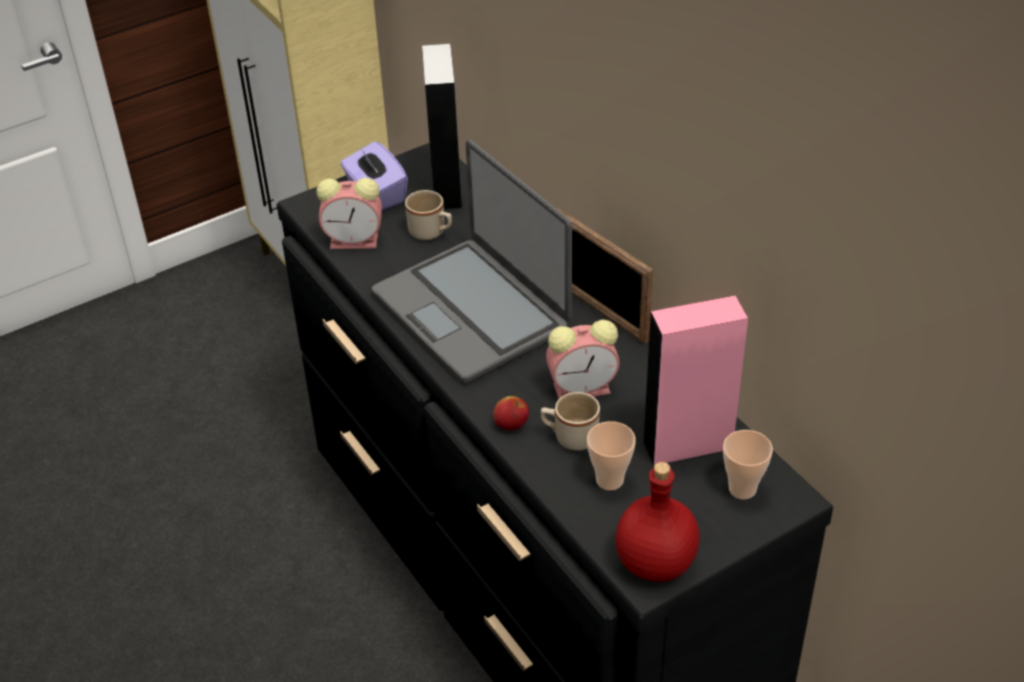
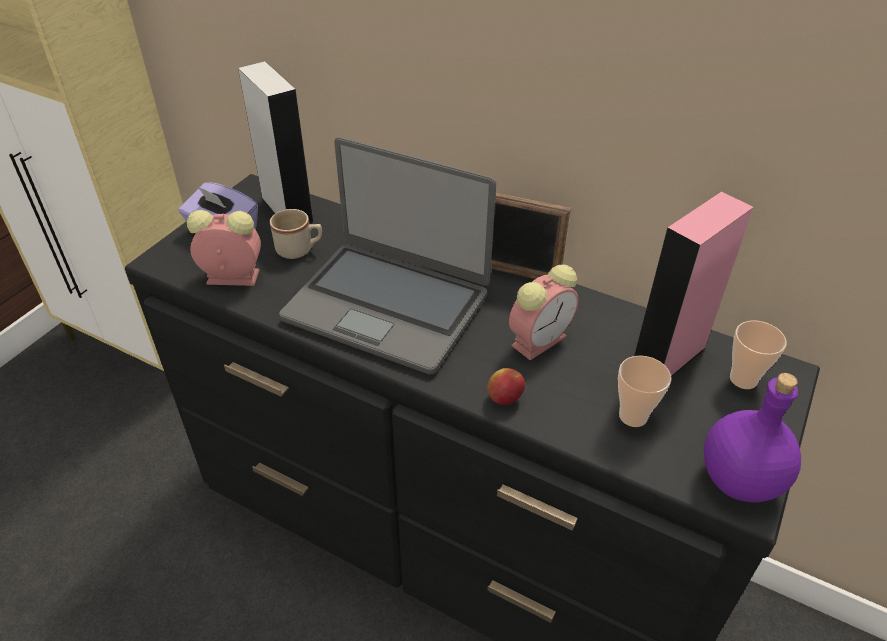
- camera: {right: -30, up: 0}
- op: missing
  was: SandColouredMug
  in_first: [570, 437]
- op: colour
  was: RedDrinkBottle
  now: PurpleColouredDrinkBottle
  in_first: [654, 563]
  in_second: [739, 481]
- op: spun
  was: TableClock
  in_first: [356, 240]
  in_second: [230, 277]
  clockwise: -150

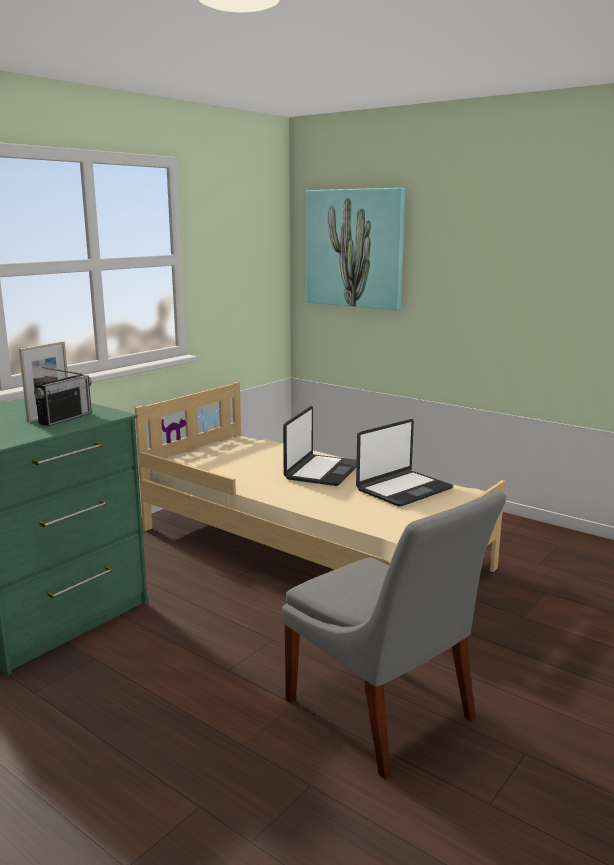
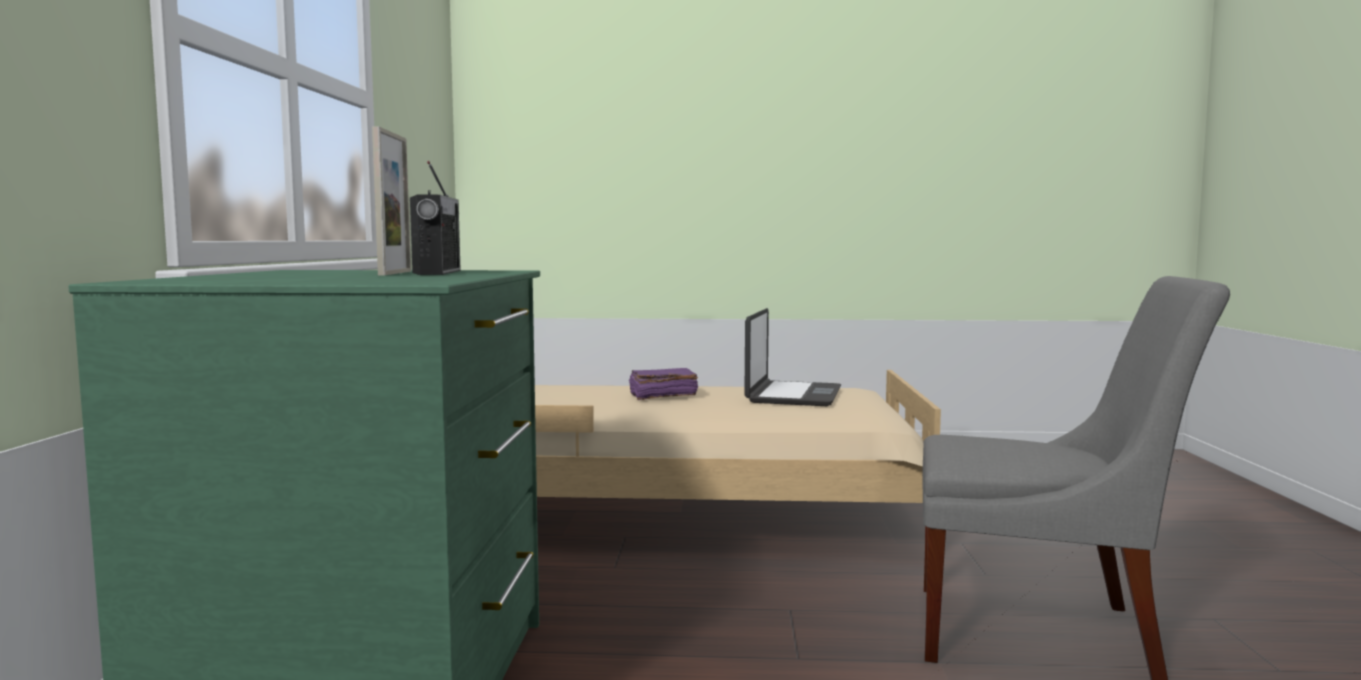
- camera: {right: -35, up: -10}
- op: missing
  was: WallPicture
  in_first: [355, 248]
- op: exchanged
  was: PortableComputer
  now: PurpleColouredBoundBook
  in_first: [322, 471]
  in_second: [662, 396]

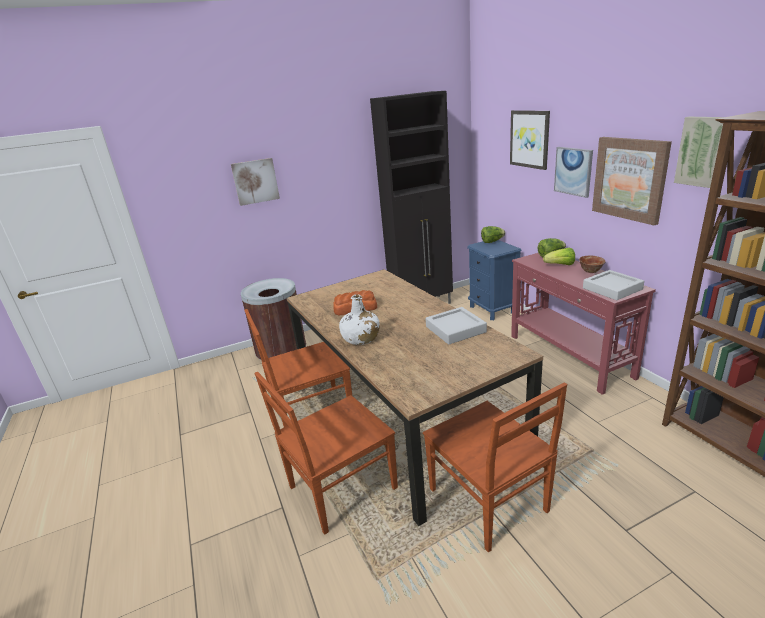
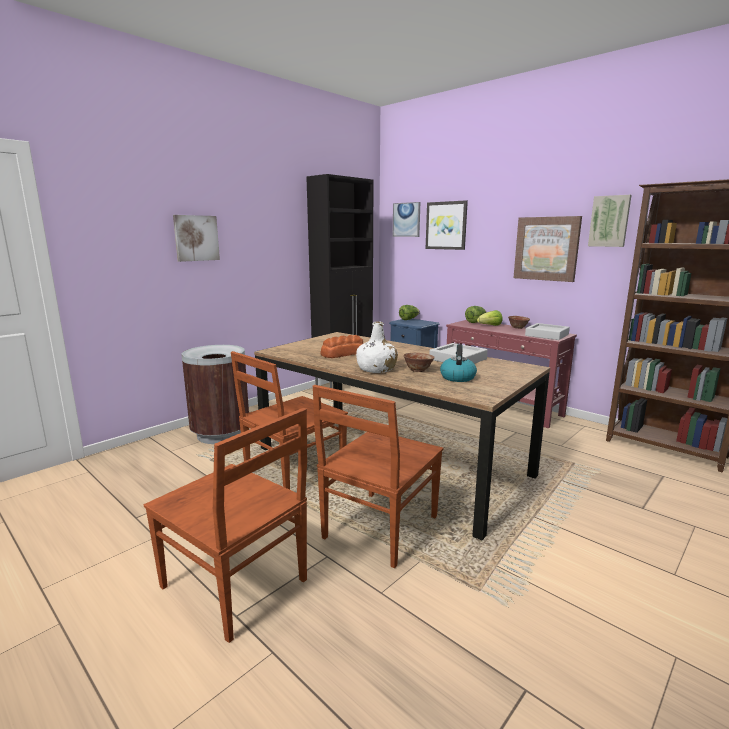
- camera: {right: -25, up: -10}
- op: appeared
  now: Bowl
  in_second: [418, 370]
- op: appeared
  now: WaterKettle
  in_second: [457, 377]
- op: relocated
  was: BrownishUprightChair
  in_first: [489, 502]
  in_second: [236, 585]
- op: relocated
  was: WallPicture
  in_first: [573, 171]
  in_second: [406, 219]

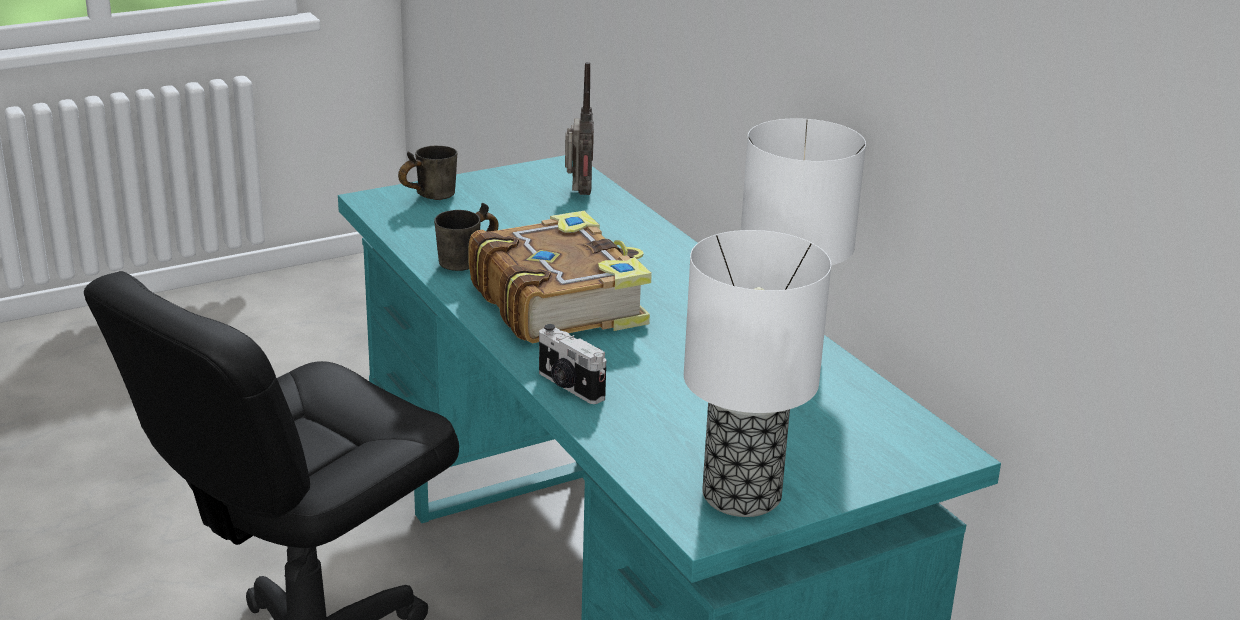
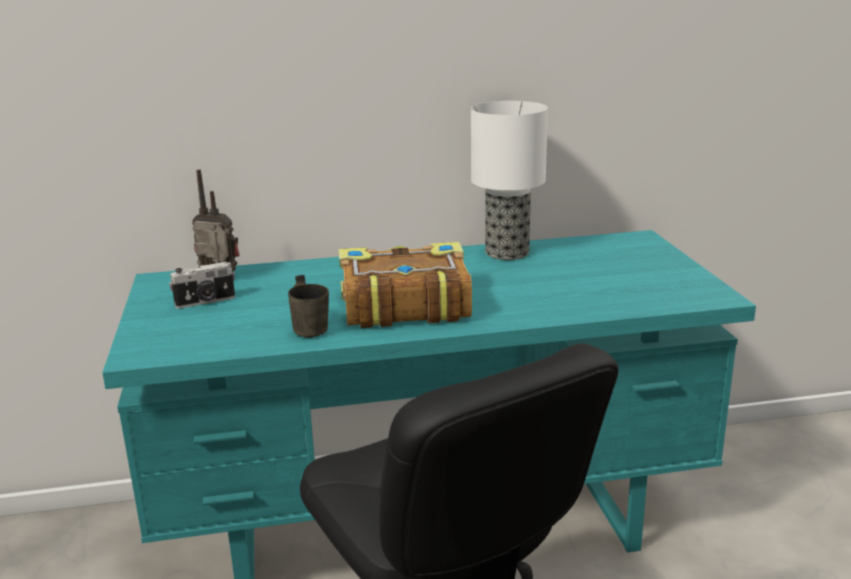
- camera: {right: -70, up: -5}
- op: missing
  was: GrayMug
  in_first: [427, 196]
- op: missing
  was: LampForATable
  in_first: [741, 494]
- op: relocated
  was: PhotoCamera
  in_first: [569, 387]
  in_second: [205, 302]

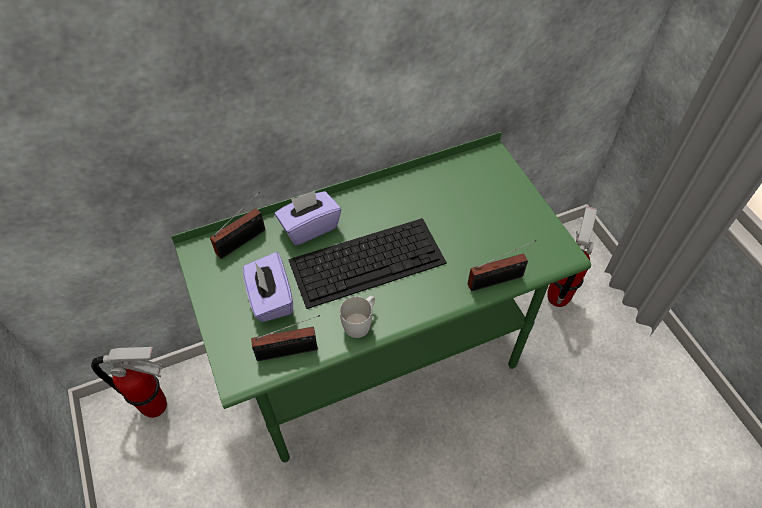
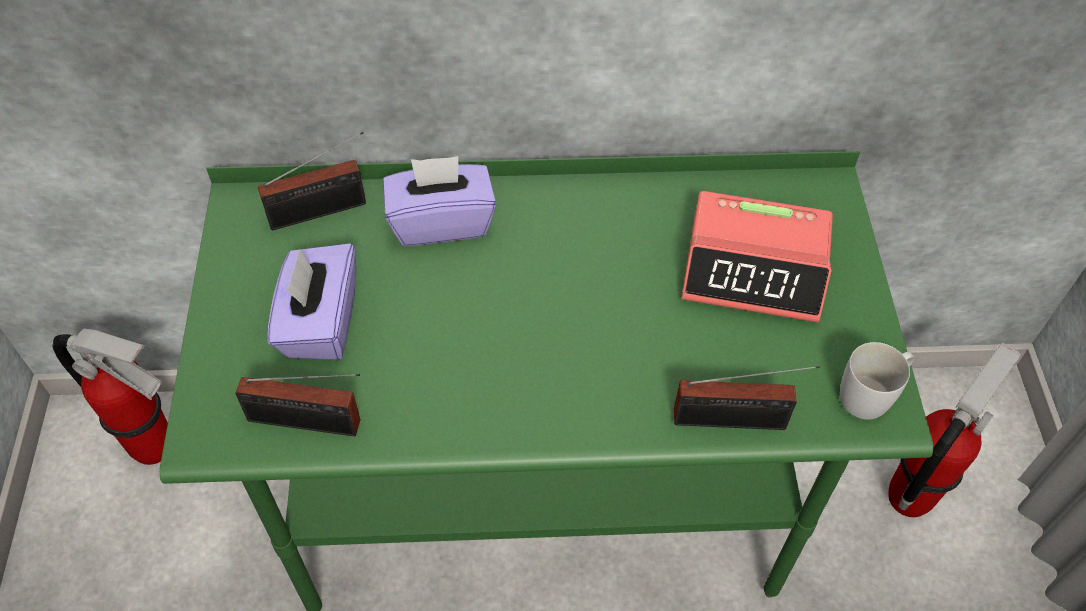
- camera: {right: 20, up: 0}
- op: missing
  was: Keyboard
  in_first: [368, 260]
- op: appeared
  now: TableClock
  in_second: [754, 269]
- op: relocated
  was: WhitishMug
  in_first: [360, 322]
  in_second: [872, 394]

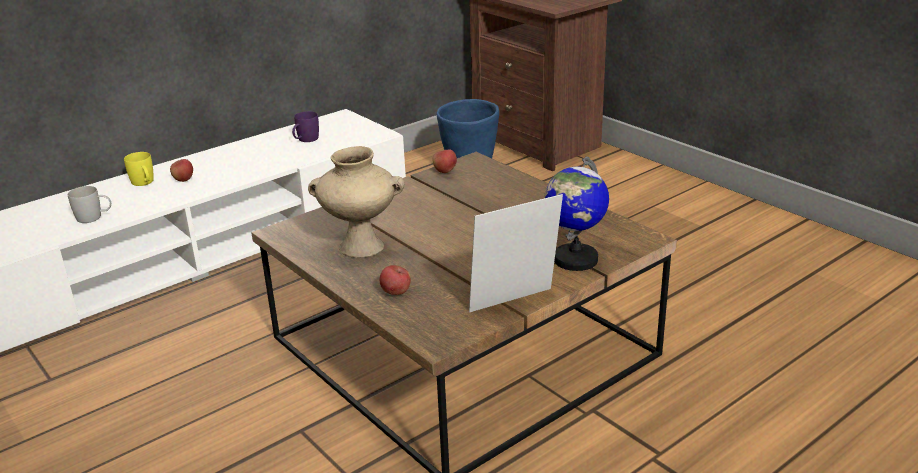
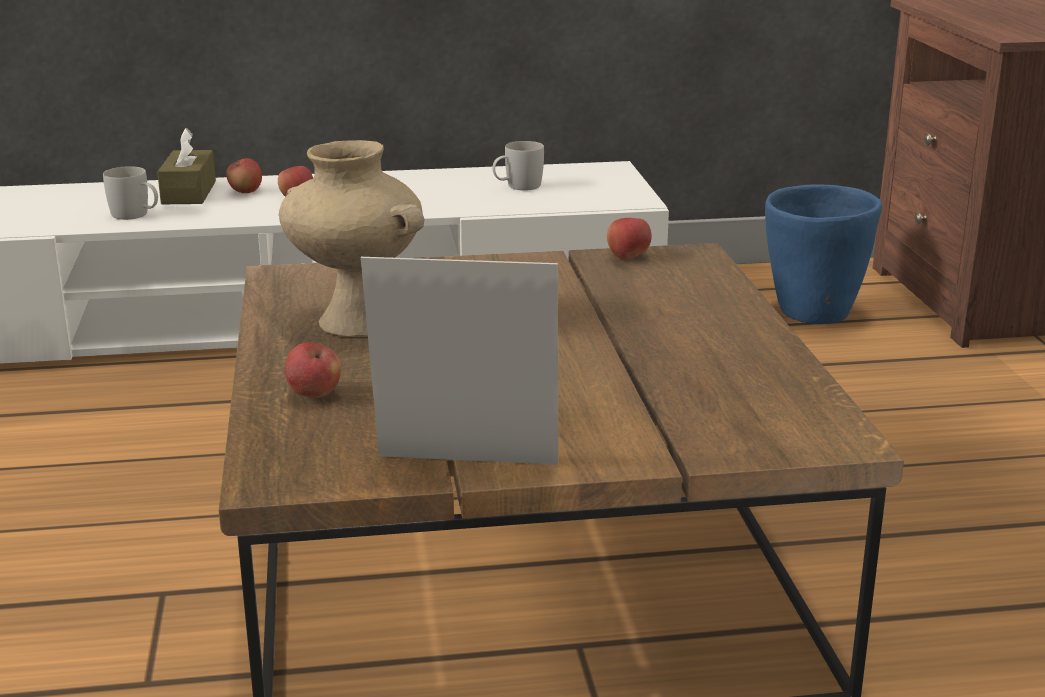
- camera: {right: 30, up: -5}
- op: missing
  was: DeskGlobe
  in_first: [574, 259]
- op: appeared
  now: BrownishBoxOfTissues
  in_second: [189, 193]
- op: exchanged
  was: YellowishMug
  now: WholeApple
  in_first: [144, 183]
  in_second: [245, 191]
- op: colour
  was: PurpleColouredMug
  now: WhitishMug
  in_first: [305, 140]
  in_second: [517, 187]

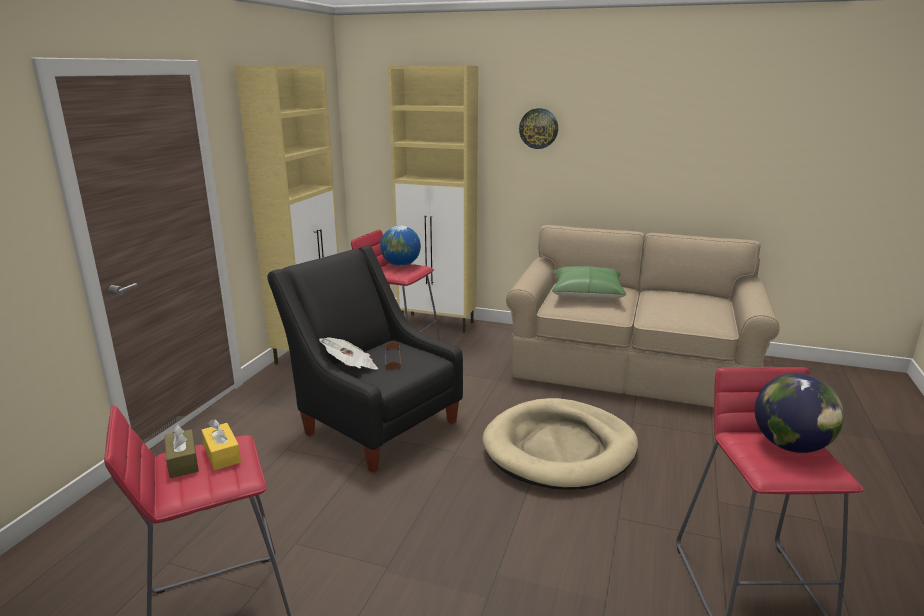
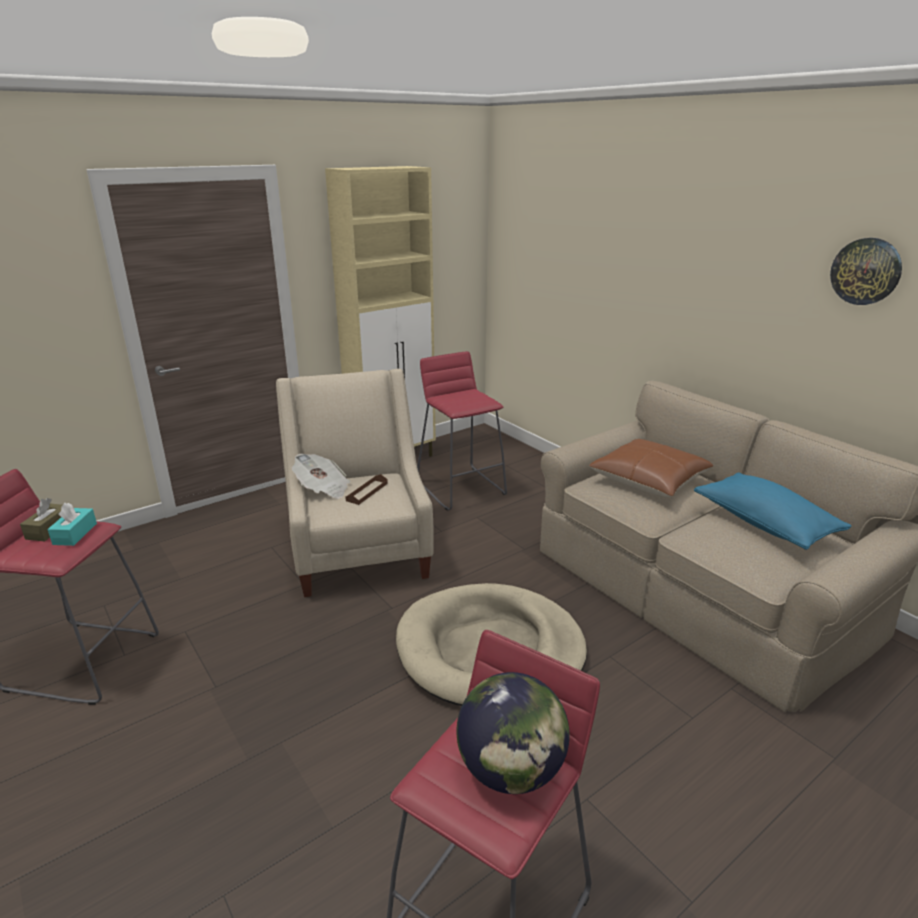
- camera: {right: 35, up: 5}
- op: missing
  was: DeskGlobe
  in_first: [401, 265]
- op: missing
  was: SandColouredCupboard
  in_first: [438, 323]
- op: appeared
  now: BluePillow
  in_second: [764, 524]
- op: relocated
  was: WallClock
  in_first: [538, 128]
  in_second: [866, 271]
- op: colour
  was: YellowishBoxOfTissues
  now: TurquoiseColouredBoxOfTissues
  in_first: [222, 454]
  in_second: [75, 534]
- op: colour
  was: BlackEasyChair
  now: SandColouredEasyChair
  in_first: [374, 423]
  in_second: [360, 550]
- op: colour
  was: GreenishPillow
  now: BrownishPillow
  in_first: [586, 293]
  in_second: [649, 479]

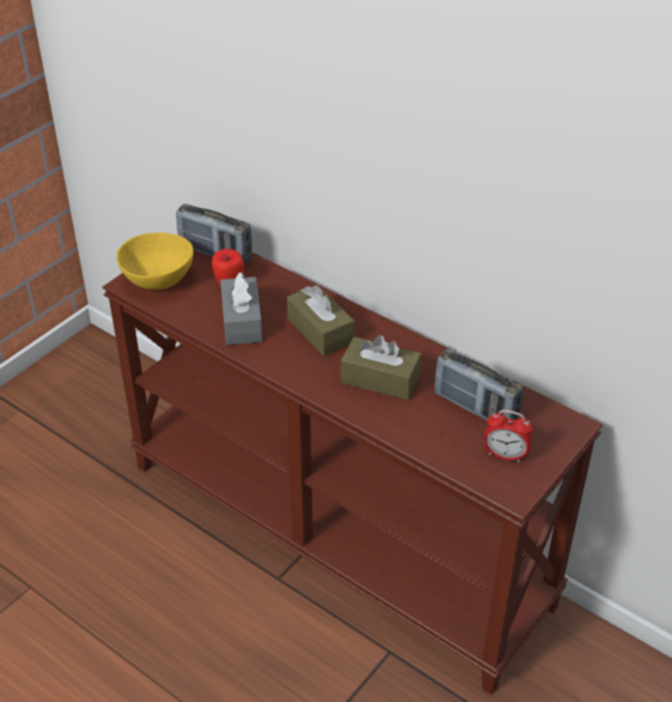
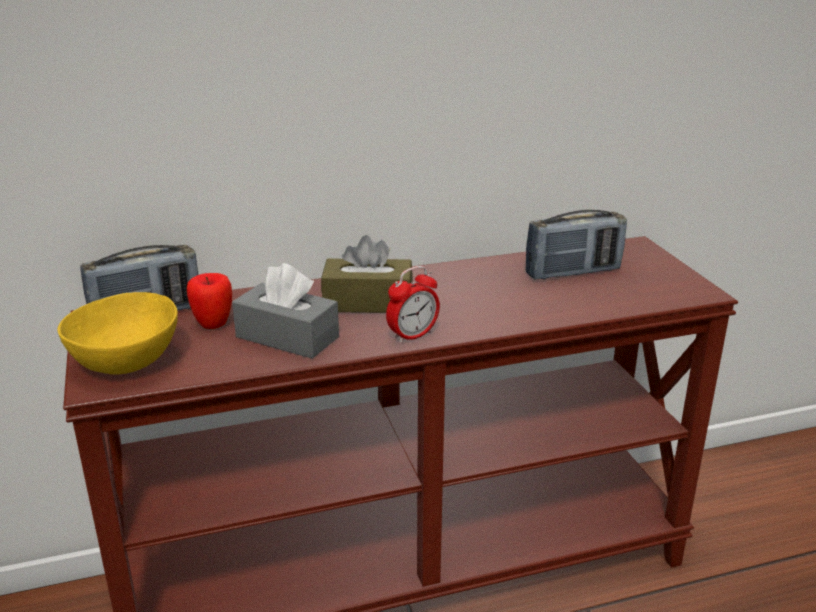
- camera: {right: -55, up: -15}
- op: missing
  was: BrownishBoxOfTissues
  in_first: [380, 379]
- op: relocated
  was: TableClock
  in_first: [505, 455]
  in_second: [412, 336]

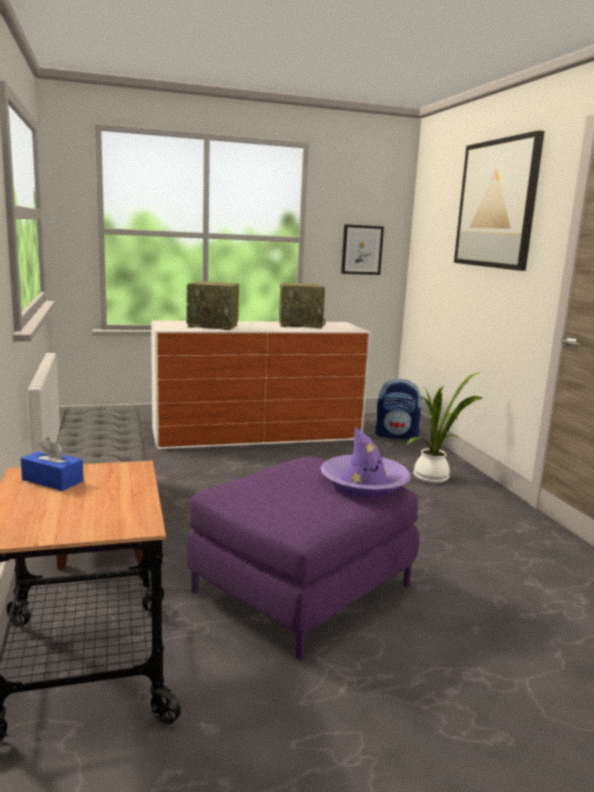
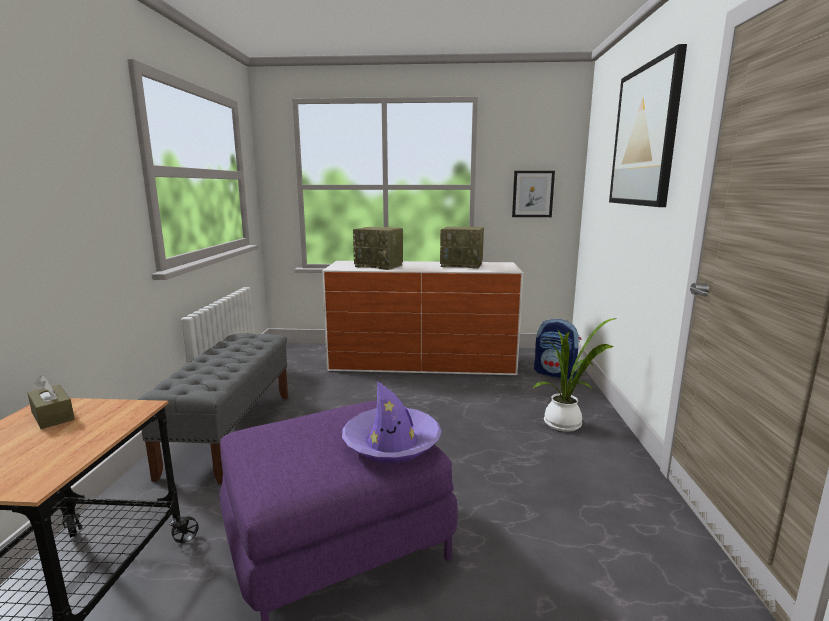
- camera: {right: 20, up: 0}
- op: colour
  was: BlueBoxOfTissues
  now: BrownishBoxOfTissues
  in_first: [52, 480]
  in_second: [52, 416]

